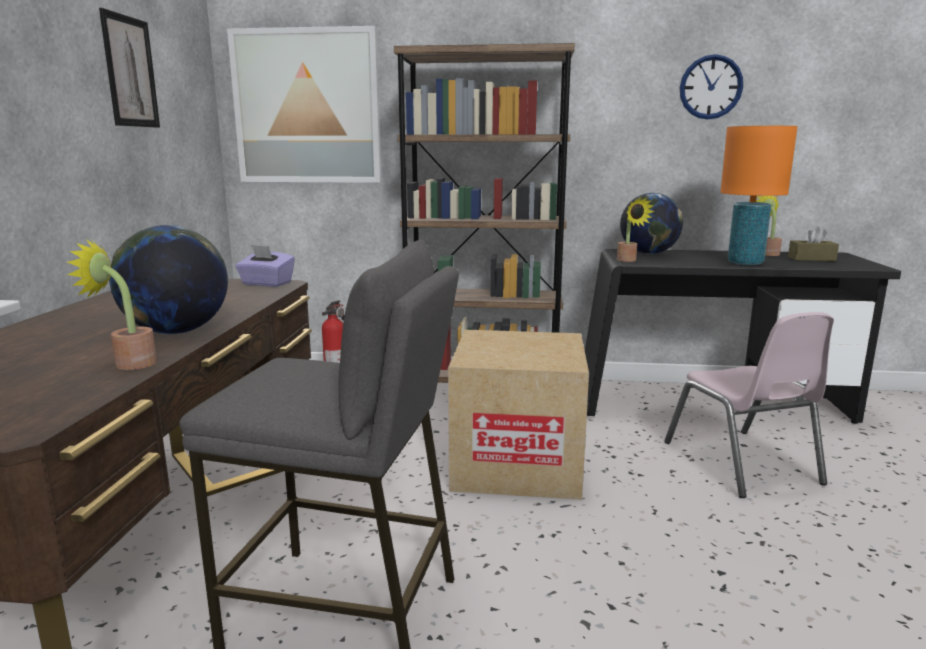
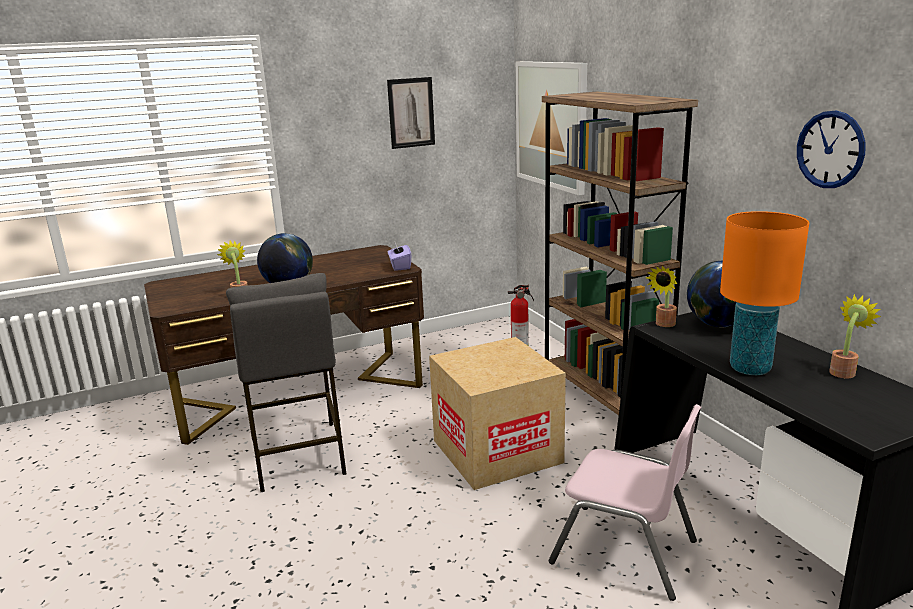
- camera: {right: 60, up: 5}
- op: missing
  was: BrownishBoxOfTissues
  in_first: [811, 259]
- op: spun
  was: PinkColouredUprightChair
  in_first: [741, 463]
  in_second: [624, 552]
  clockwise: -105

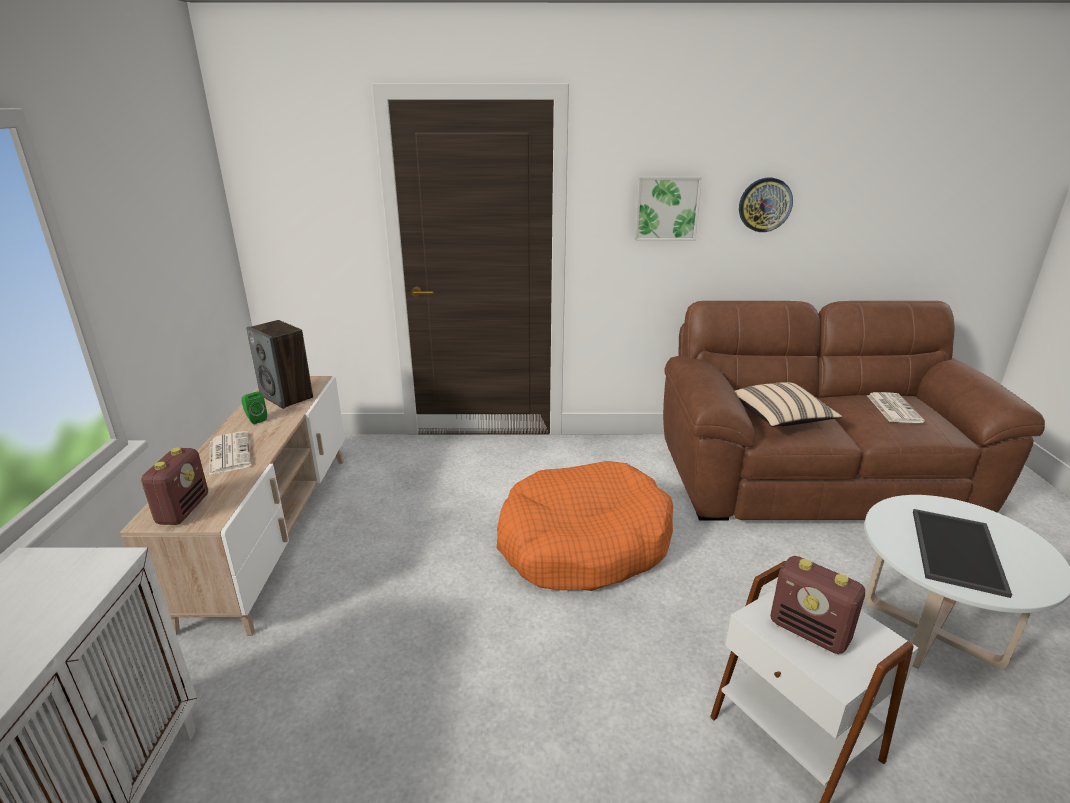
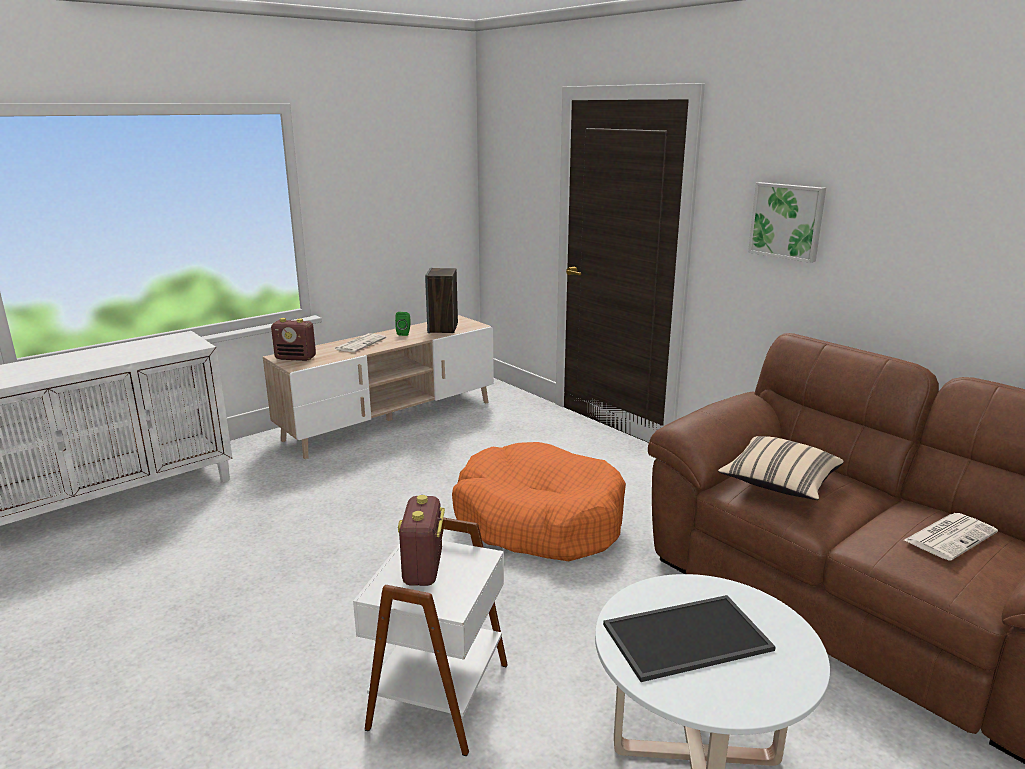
- camera: {right: 50, up: -5}
- op: missing
  was: WallClock
  in_first: [765, 205]
- op: spun
  was: Radio
  in_first: [183, 510]
  in_second: [296, 358]
  clockwise: 45

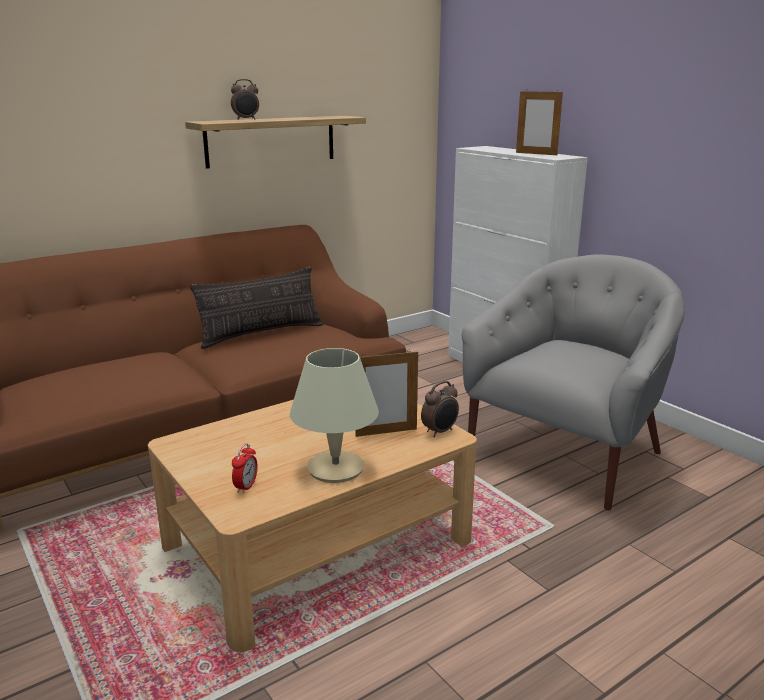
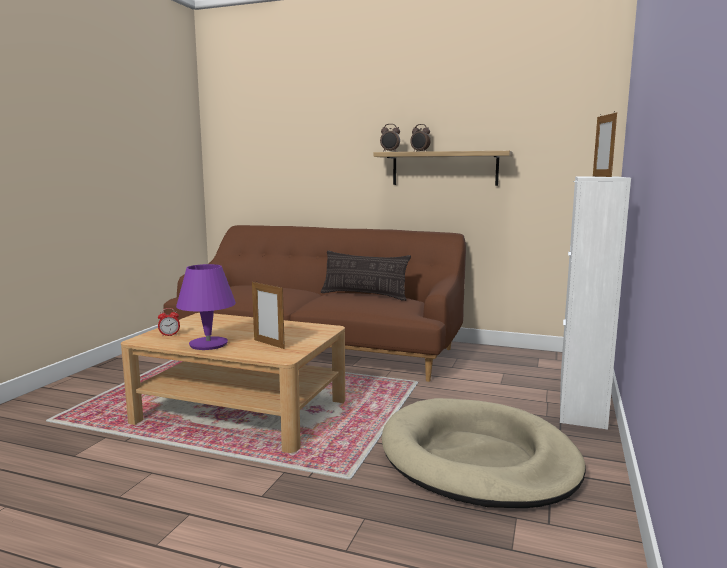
- camera: {right: 55, up: -10}
- op: relocated
  was: TableClock
  in_first: [440, 432]
  in_second: [390, 151]
- op: exchanged
  was: GrayEasyChair
  now: SandColouredDogBed
  in_first: [567, 453]
  in_second: [478, 459]
- op: colour
  was: SandColouredLampForATable
  now: PurpleColouredLampForATable
  in_first: [335, 469]
  in_second: [208, 344]

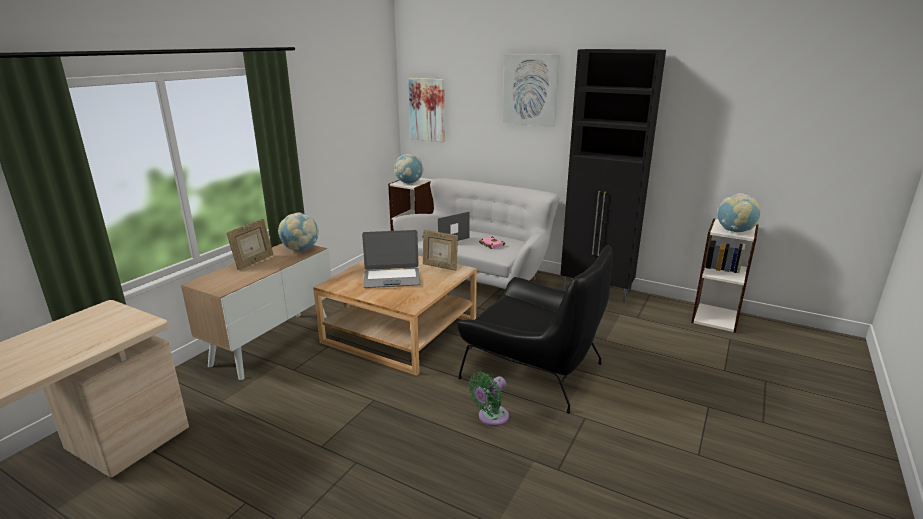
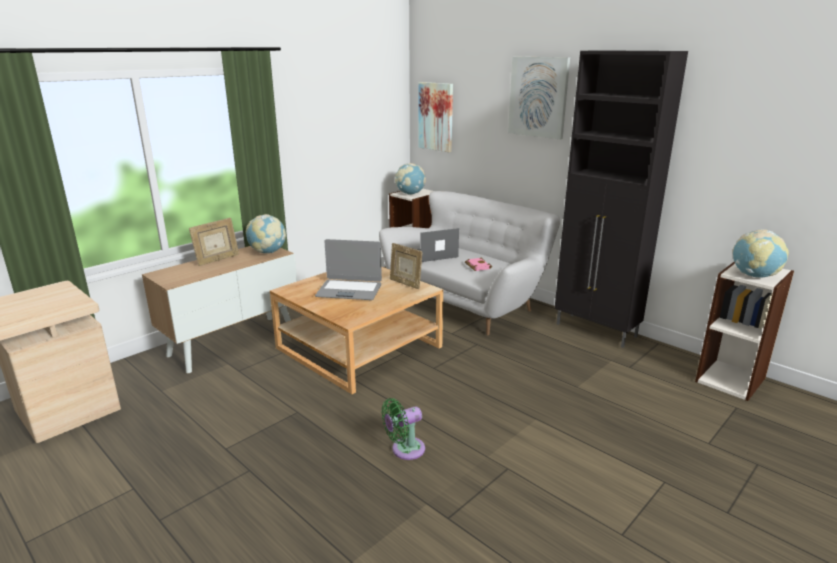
- camera: {right: 15, up: 0}
- op: missing
  was: BlackEasyChair
  in_first: [533, 369]

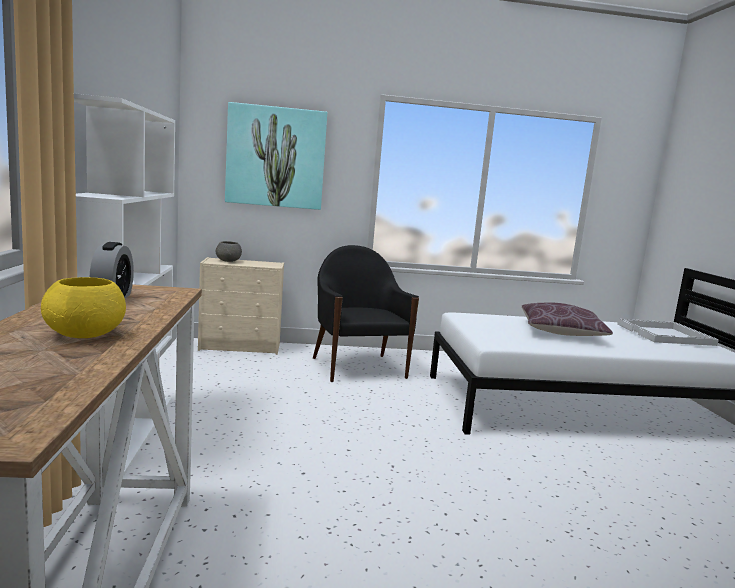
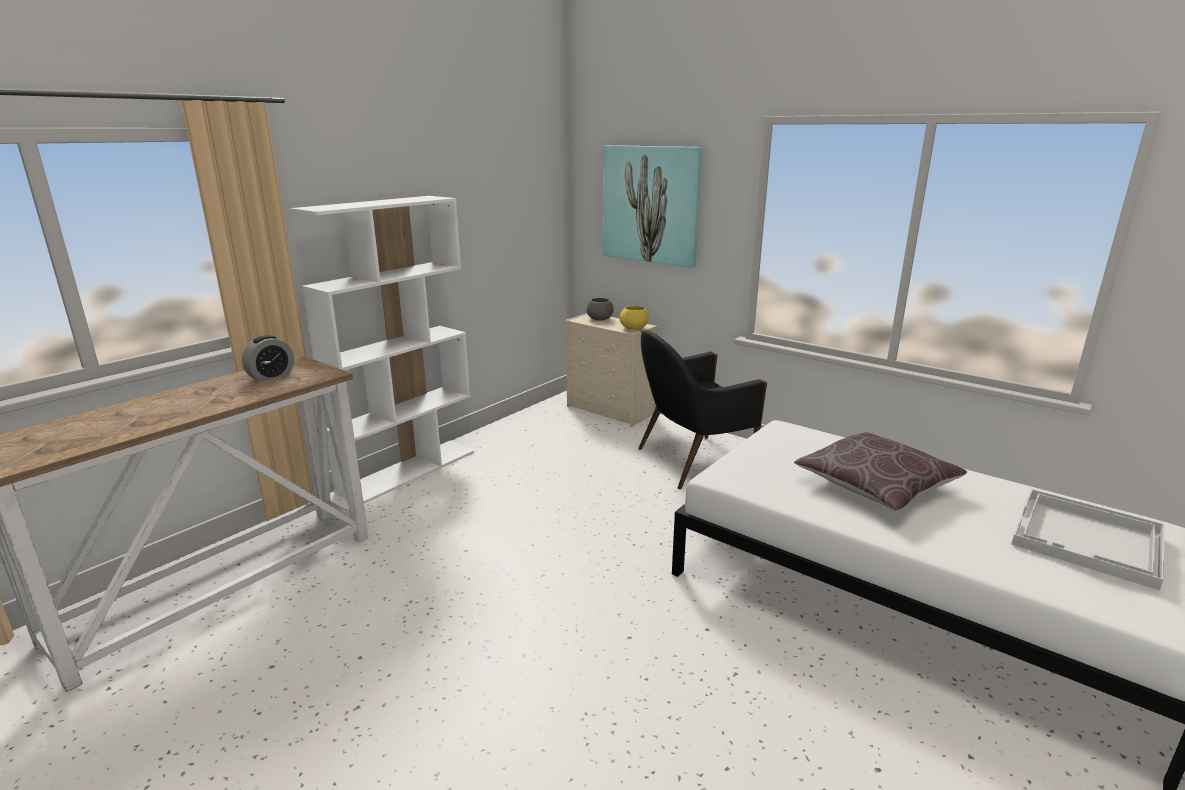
- camera: {right: 45, up: 10}
- op: relocated
  was: YellowishBowl
  in_first: [86, 334]
  in_second: [634, 328]
- op: spun
  was: BlackEasyChair
  in_first: [358, 367]
  in_second: [691, 462]
  clockwise: -135

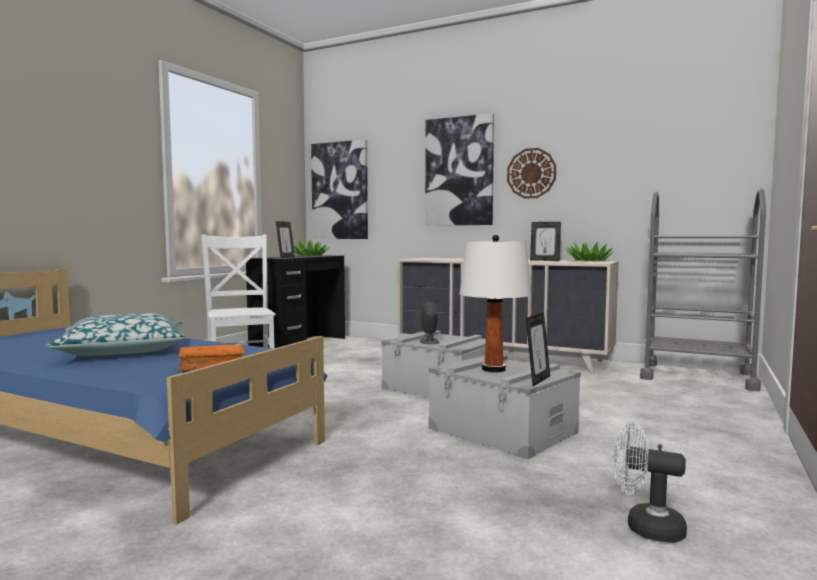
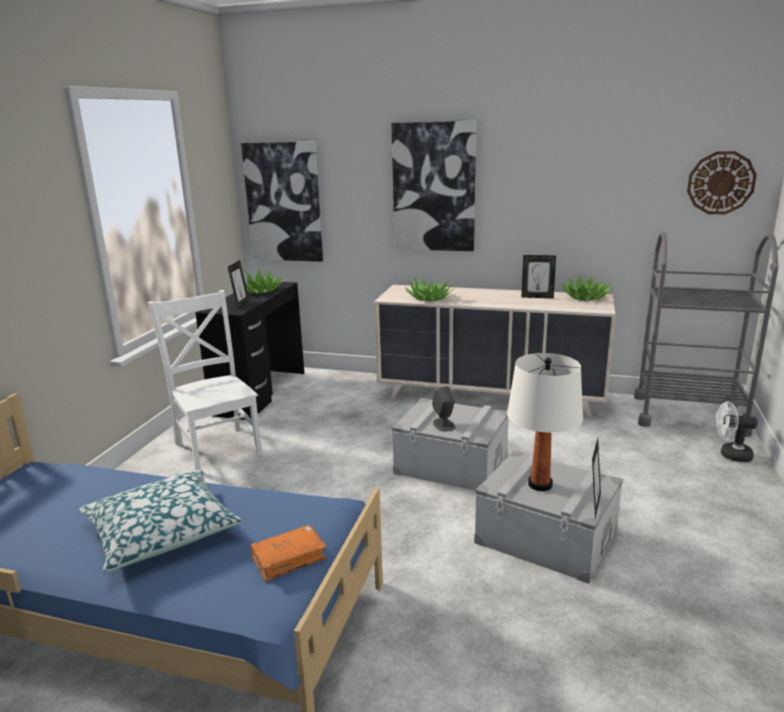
- camera: {right: -10, up: 15}
- op: appeared
  now: Houseplant
  in_second: [429, 298]
- op: relocated
  was: WallClock
  in_first: [531, 173]
  in_second: [720, 183]
- op: relocated
  was: WhitishCoolingFan
  in_first: [645, 527]
  in_second: [730, 455]

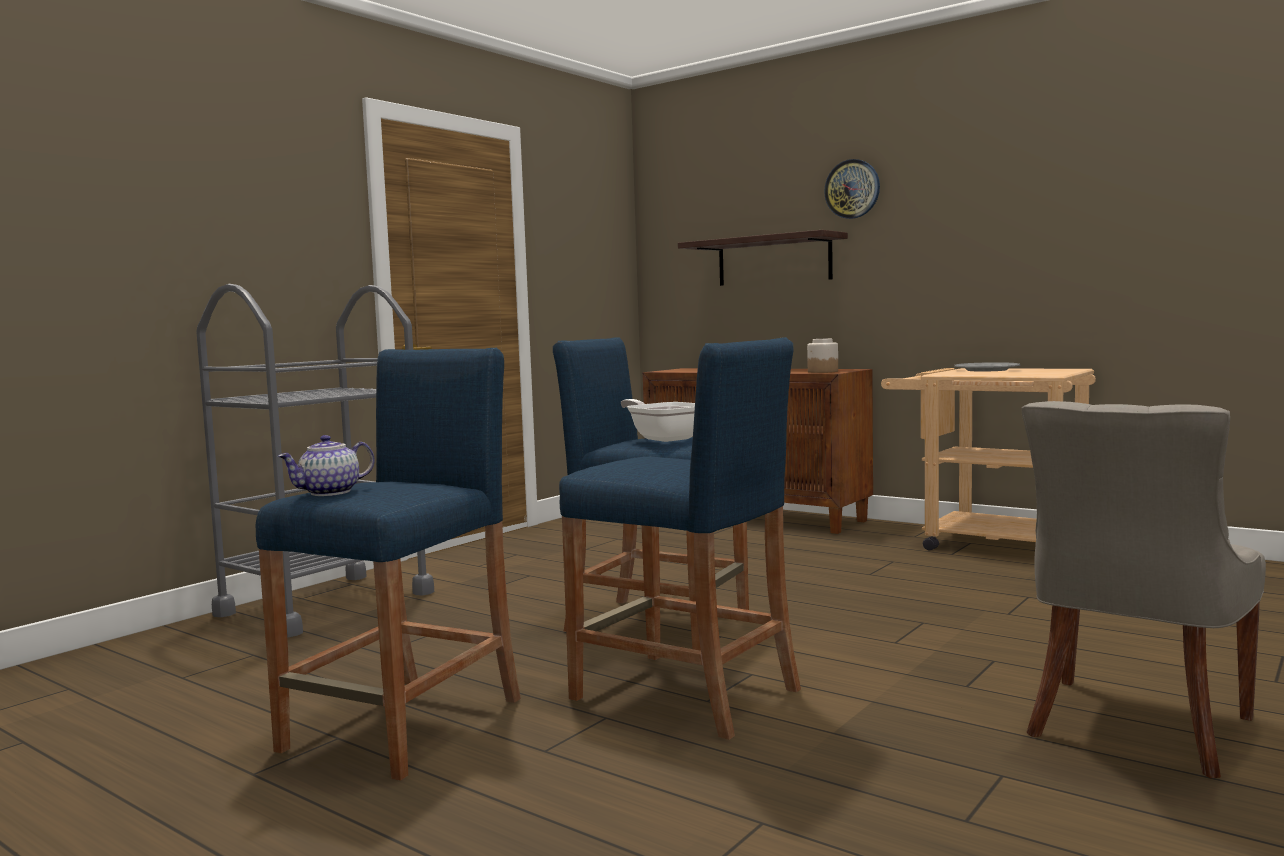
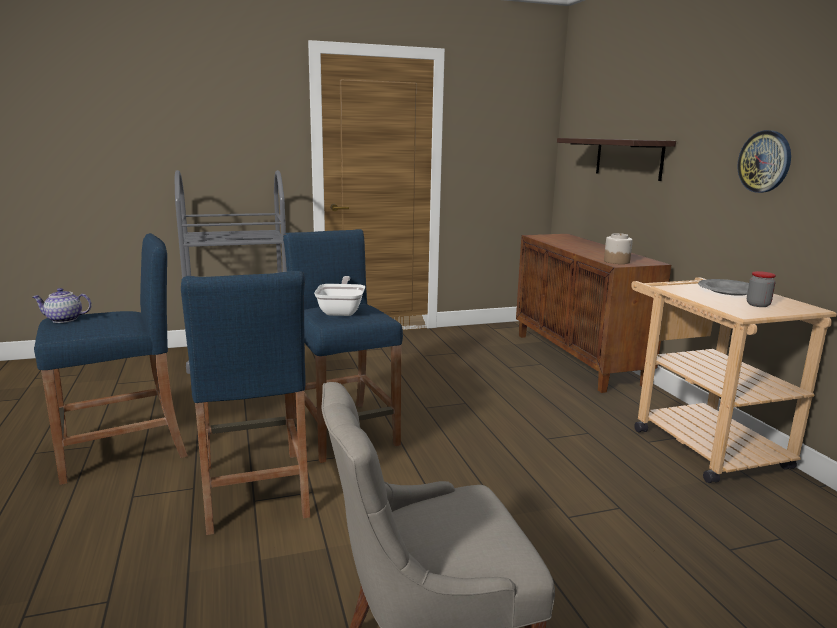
- camera: {right: 35, up: 10}
- op: appeared
  now: PreserveJar
  in_second: [758, 305]
- op: relocated
  was: WallClock
  in_first: [852, 189]
  in_second: [764, 161]

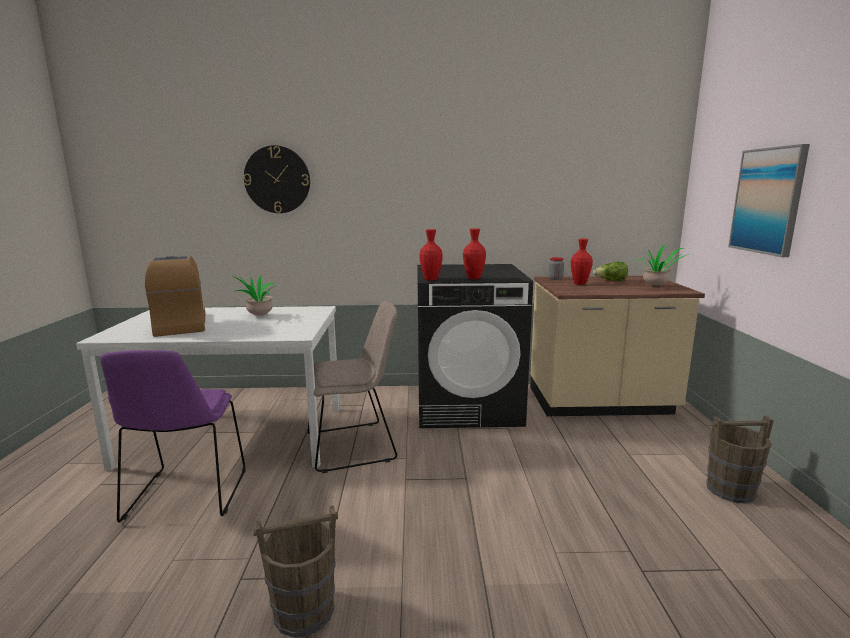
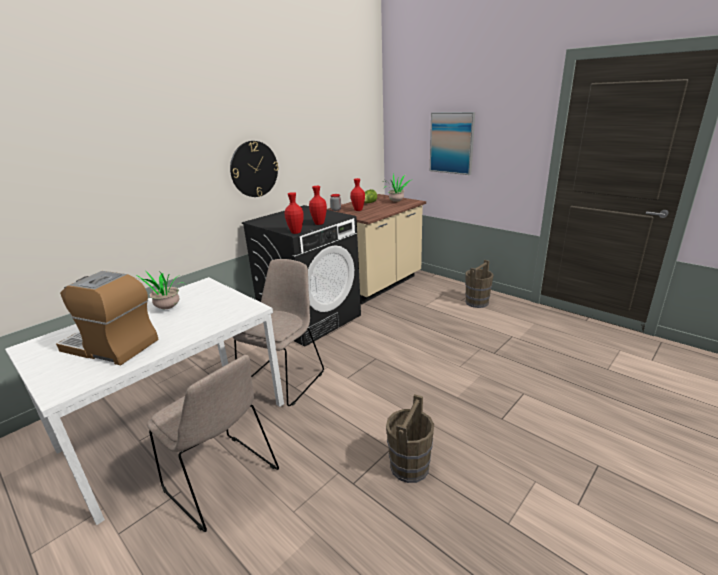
- camera: {right: -45, up: 10}
- op: relocated
  was: WallClock
  in_first: [277, 180]
  in_second: [254, 169]
- op: colour
  was: PurpleColouredUprightChair
  now: SandColouredUprightChair
  in_first: [186, 496]
  in_second: [223, 481]

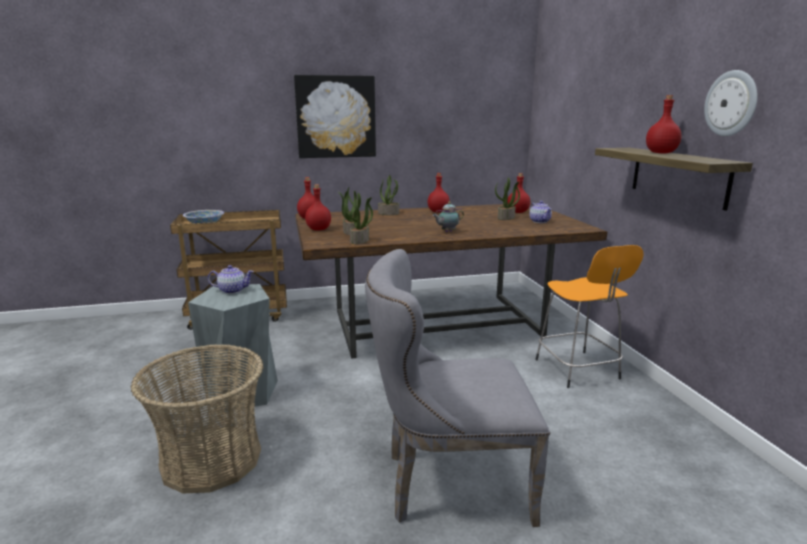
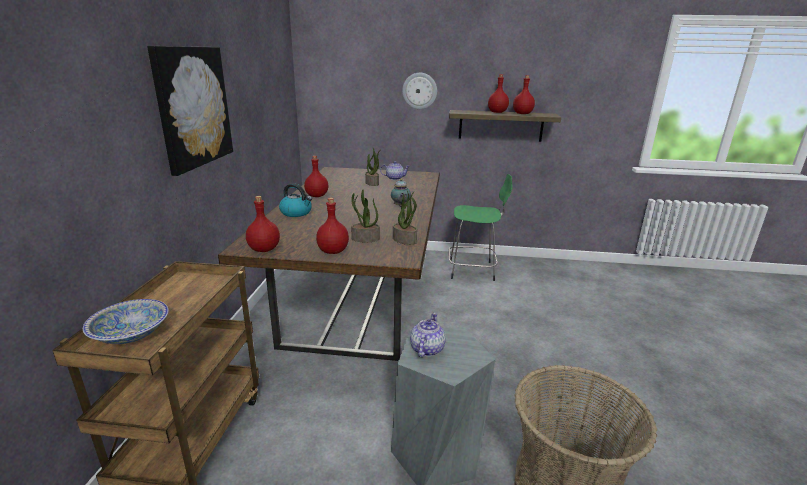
- camera: {right: -70, up: 5}
- op: missing
  was: GrayUprightChair
  in_first: [447, 483]
- op: relocated
  was: RedDrinkBottle
  in_first: [518, 212]
  in_second: [522, 114]
- op: relocated
  was: WallClock
  in_first: [731, 103]
  in_second: [419, 91]
- op: exchanged
  was: Houseplant
  now: WaterKettle
  in_first: [389, 213]
  in_second: [296, 213]
- op: colour
  was: OrangeySittingStool
  now: GreenishSittingStool
  in_first: [578, 370]
  in_second: [473, 270]

